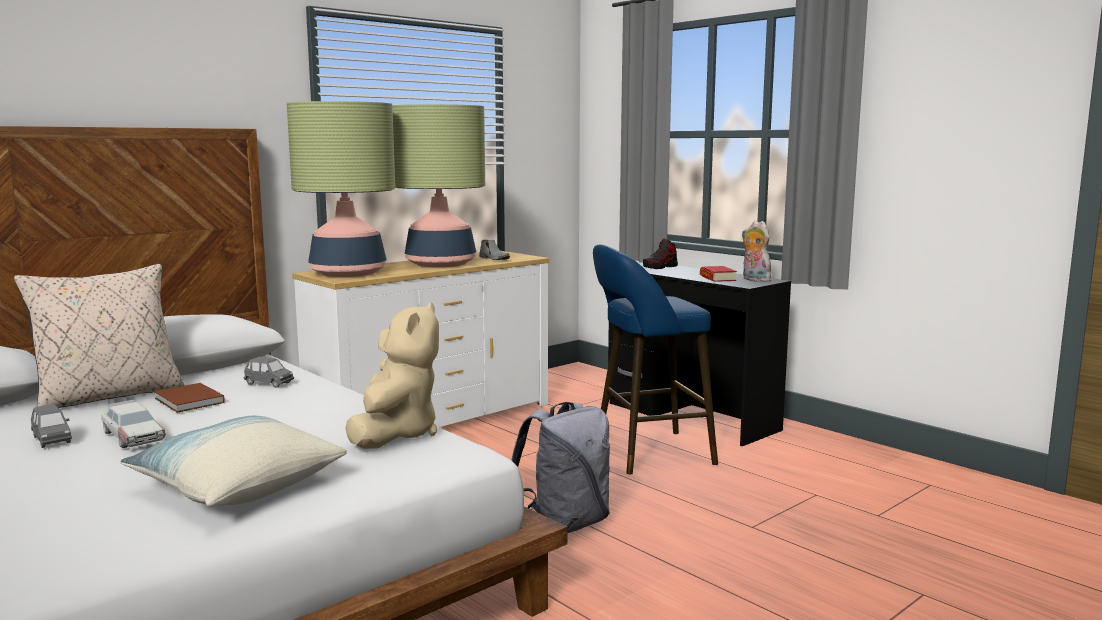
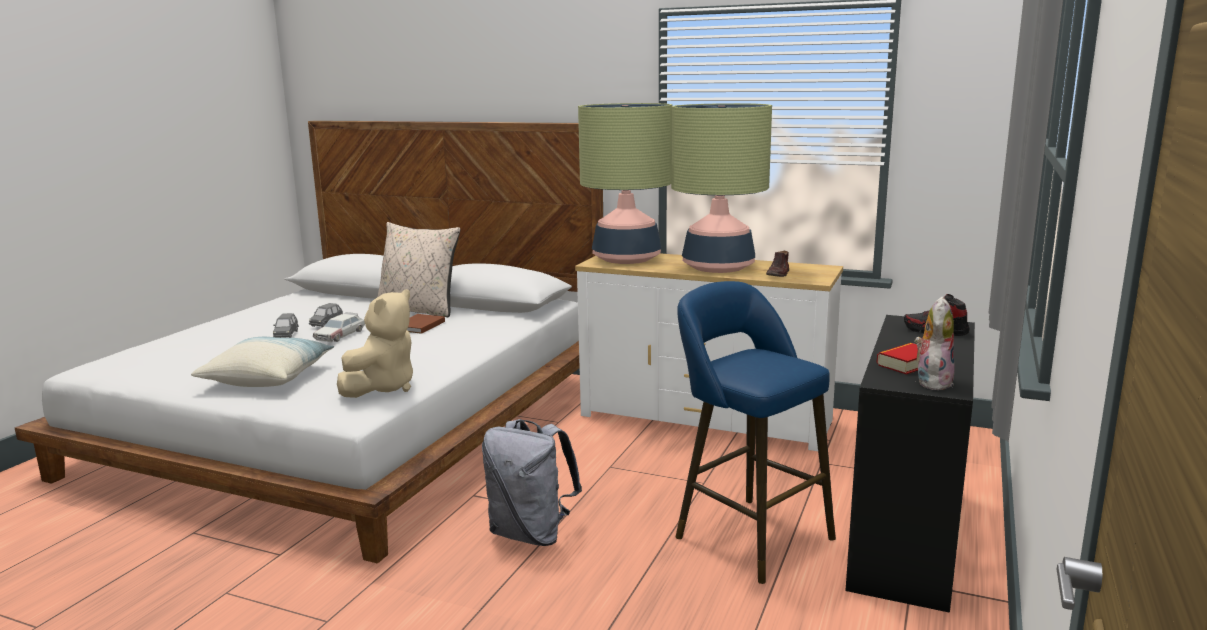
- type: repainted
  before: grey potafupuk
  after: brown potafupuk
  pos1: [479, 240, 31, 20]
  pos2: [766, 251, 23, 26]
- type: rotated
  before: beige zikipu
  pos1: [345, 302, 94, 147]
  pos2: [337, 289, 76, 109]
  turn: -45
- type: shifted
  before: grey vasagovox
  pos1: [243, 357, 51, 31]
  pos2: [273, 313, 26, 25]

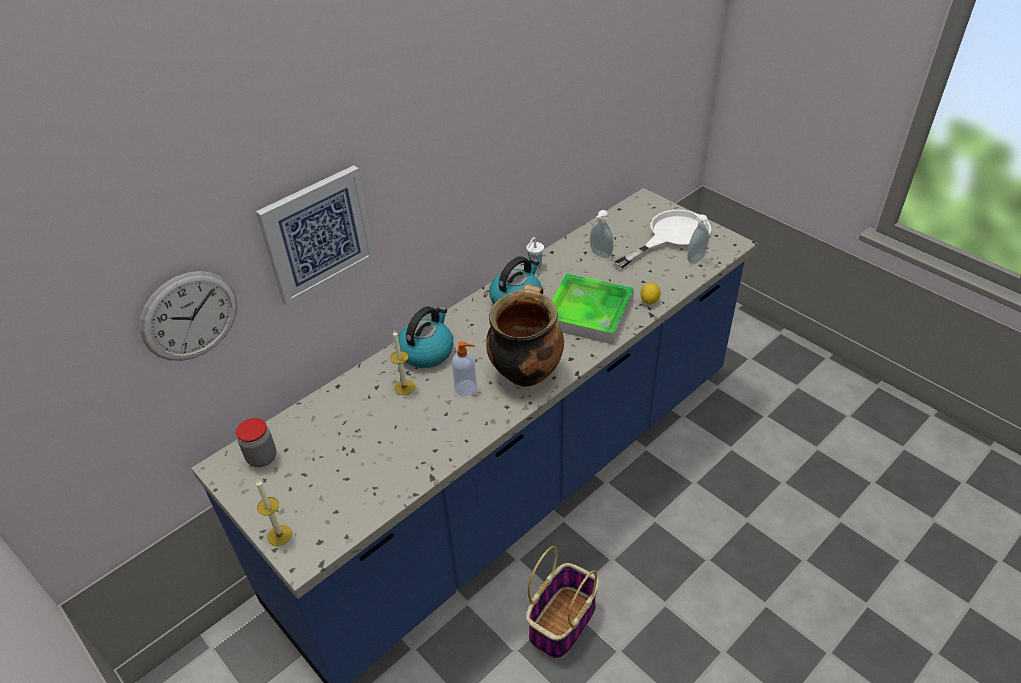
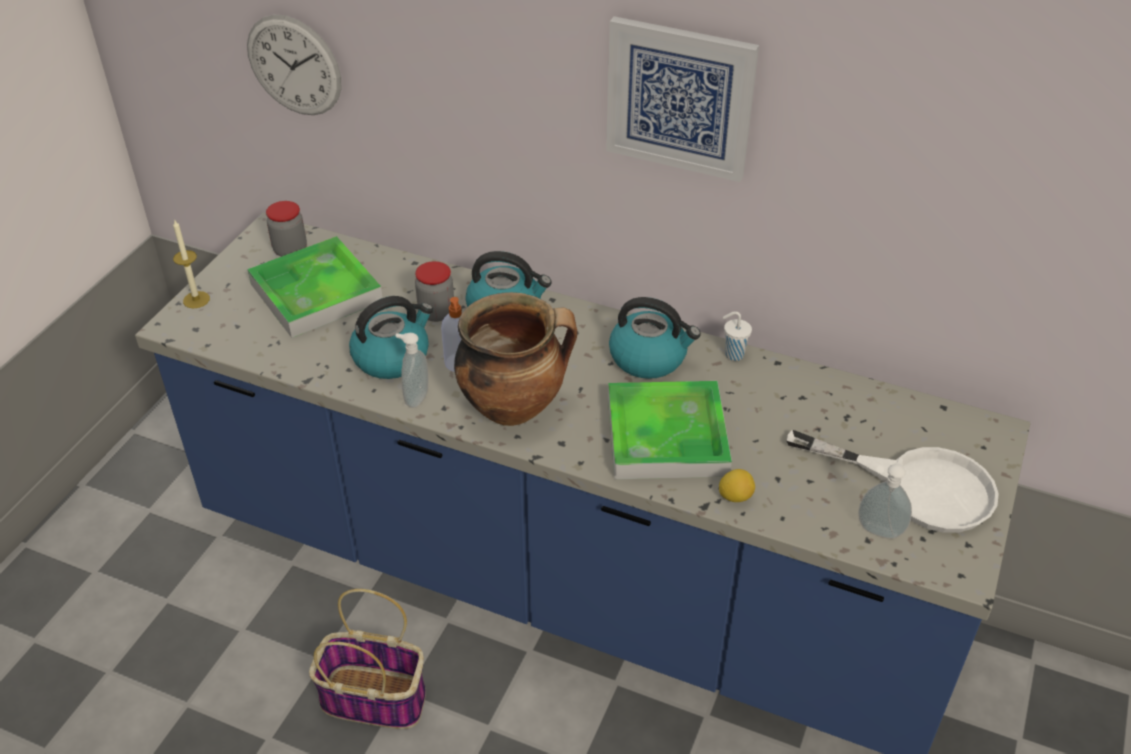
- type: shifted
  before: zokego
  pos1: [256, 165, 119, 141]
  pos2: [606, 16, 153, 166]
- type: shifted
  before: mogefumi
  pos1: [590, 210, 24, 48]
  pos2: [395, 333, 33, 75]
- type: swapped
  before: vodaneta
  after: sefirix
  pos1: [390, 330, 25, 65]
  pos2: [415, 261, 39, 61]
- type: new
  after: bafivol
  pos2: [248, 236, 134, 102]
- type: new
  after: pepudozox
  pos2: [349, 296, 84, 83]

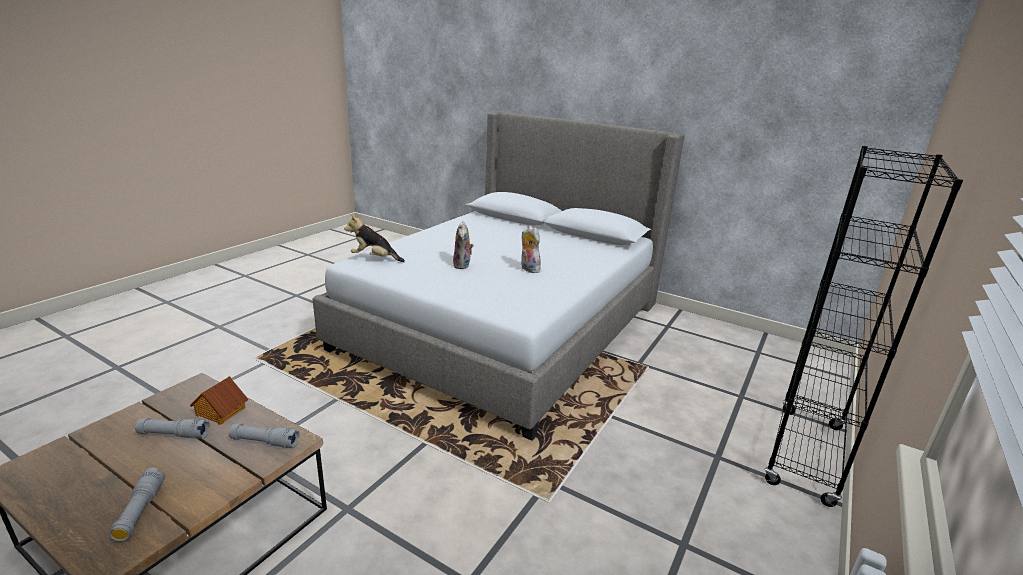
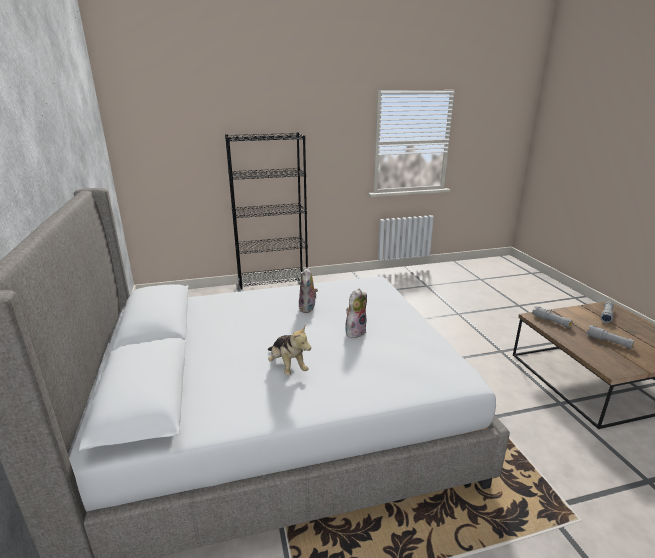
- type: shifted
  before: zikipu
  pos1: [344, 214, 61, 48]
  pos2: [268, 326, 43, 50]
- type: gone
  before: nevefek
  pos1: [190, 376, 59, 49]

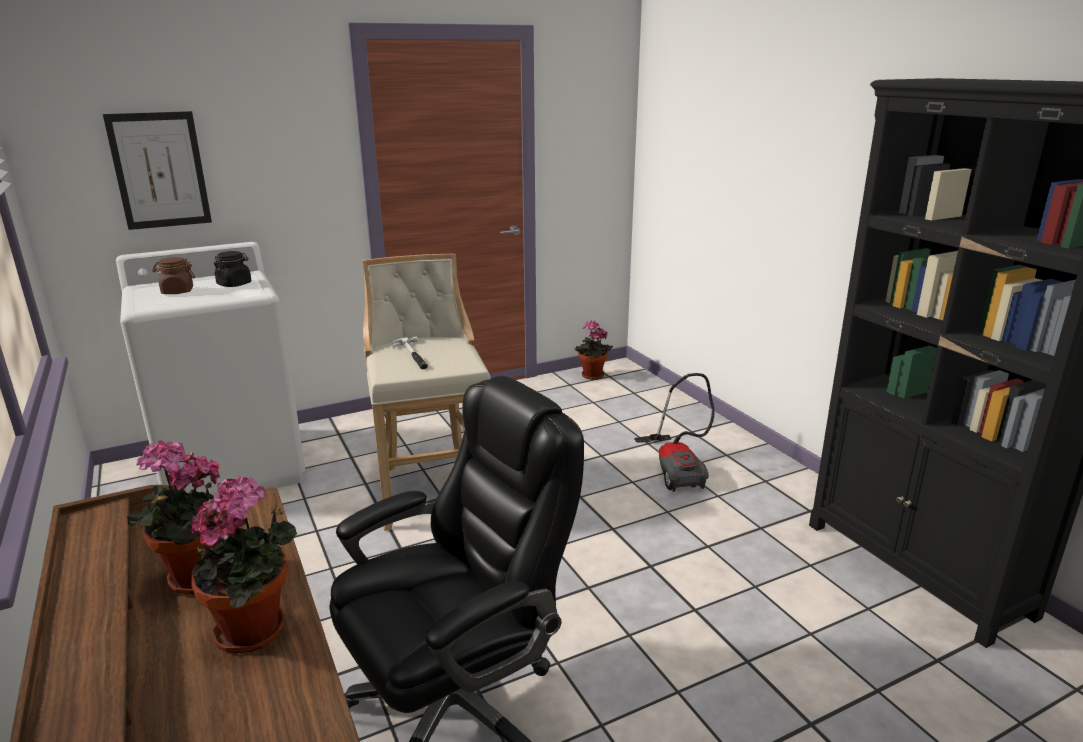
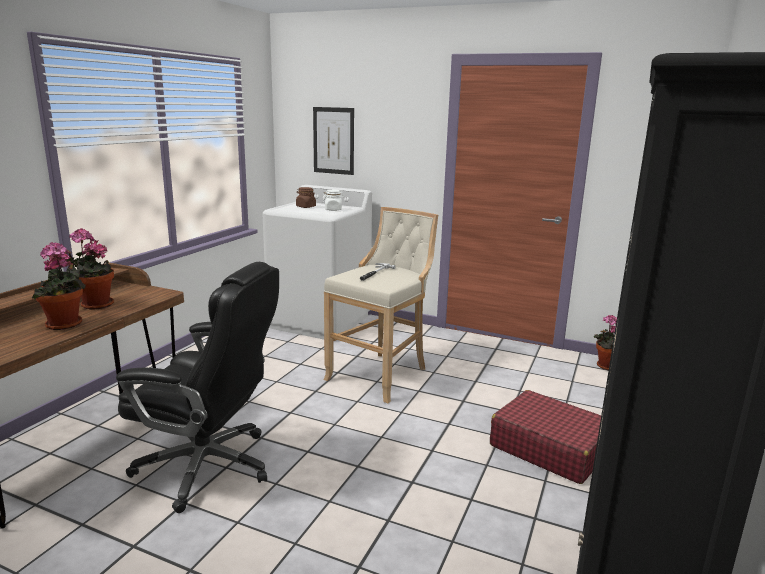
- type: repainted
  before: black sefirix
  after: white sefirix
  pos1: [214, 251, 38, 36]
  pos2: [323, 190, 21, 21]
- type: swapped
  before: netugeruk
  after: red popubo
  pos1: [634, 373, 81, 119]
  pos2: [490, 390, 111, 94]

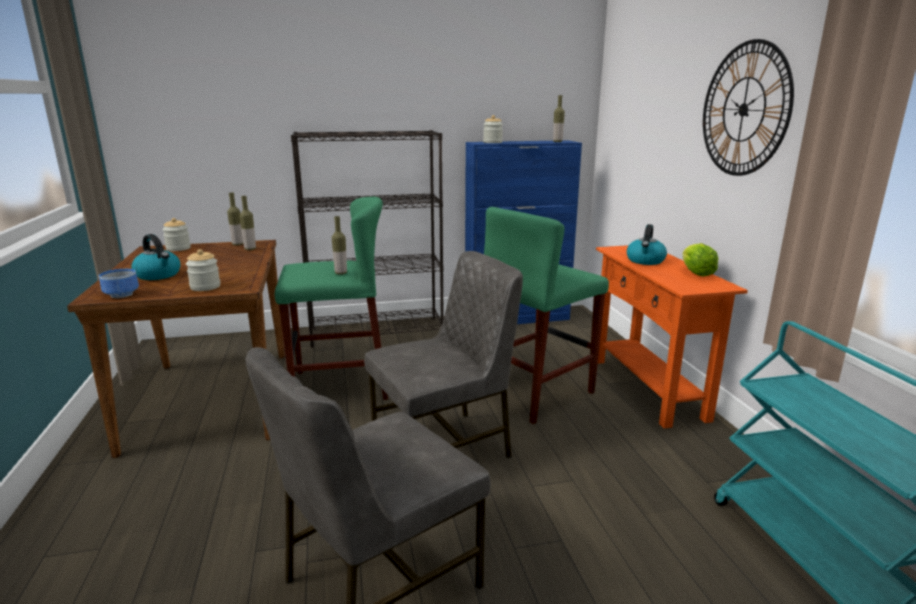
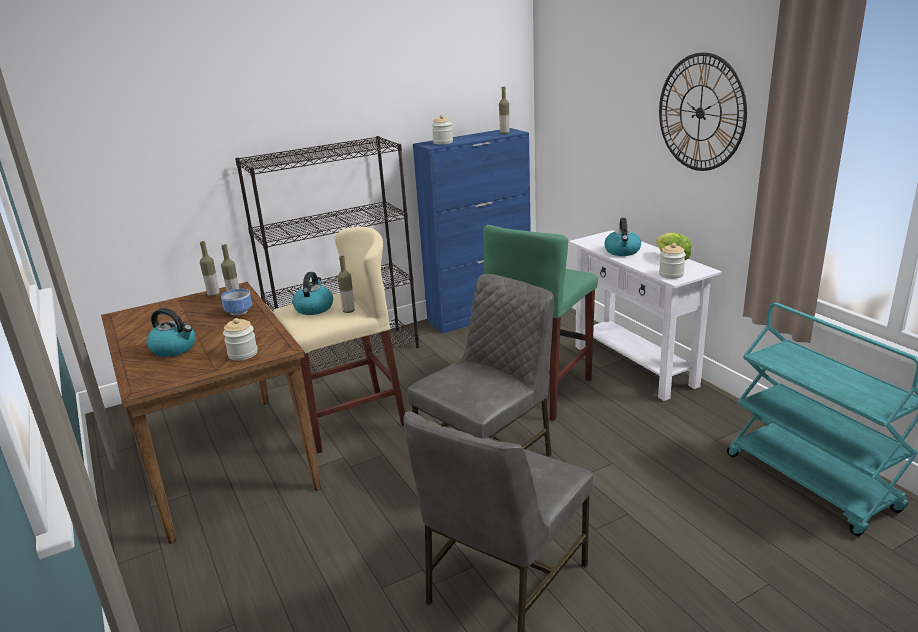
- type: repainted
  before: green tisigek
  after: beige tisigek
  pos1: [275, 197, 113, 203]
  pos2: [273, 227, 132, 226]
- type: shifted
  before: sefirix
  pos1: [162, 218, 29, 33]
  pos2: [659, 243, 27, 36]
- type: repainted
  before: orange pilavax
  after: white pilavax
  pos1: [596, 245, 152, 184]
  pos2: [569, 230, 153, 171]
- type: shifted
  before: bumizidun
  pos1: [99, 269, 40, 29]
  pos2: [221, 289, 31, 27]
- type: new
  after: pepudozox
  pos2: [292, 272, 41, 43]

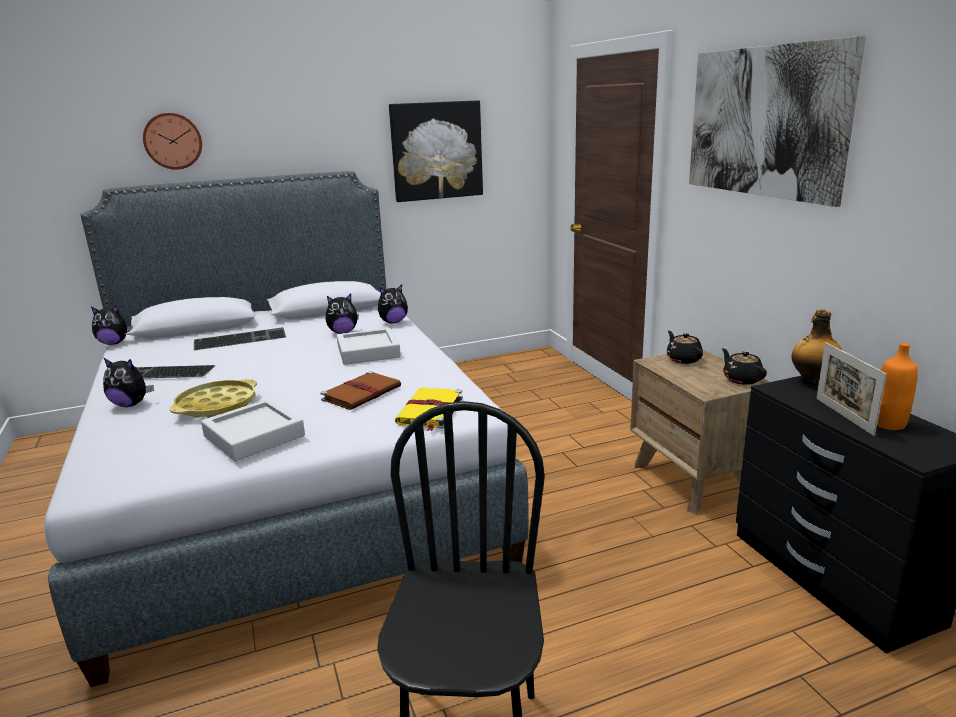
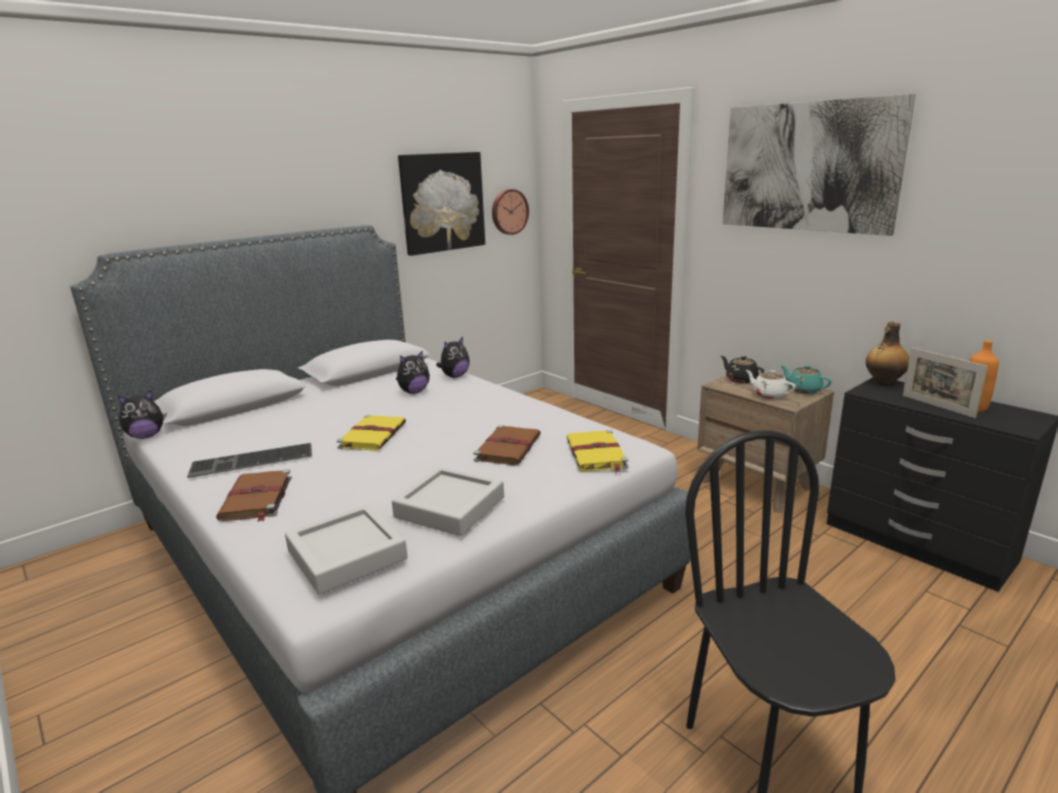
- type: shifted
  before: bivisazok
  pos1: [143, 113, 59, 57]
  pos2: [492, 189, 37, 46]
- type: gone
  before: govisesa
  pos1: [194, 327, 92, 23]
- type: shifted
  before: grey bafivol
  pos1: [337, 328, 64, 37]
  pos2: [285, 504, 123, 90]
- type: repainted
  before: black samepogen
  after: turquoise samepogen
  pos1: [722, 348, 45, 37]
  pos2: [780, 365, 52, 29]
- type: swapped
  before: zikipu
  after: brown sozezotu
  pos1: [103, 358, 51, 49]
  pos2: [216, 469, 76, 53]
- type: gone
  before: yellow bafivol
  pos1: [170, 379, 87, 39]
- type: new
  after: white samepogen
  pos2: [746, 370, 50, 29]
- type: new
  after: yellow sozezotu
  pos2: [337, 415, 69, 36]

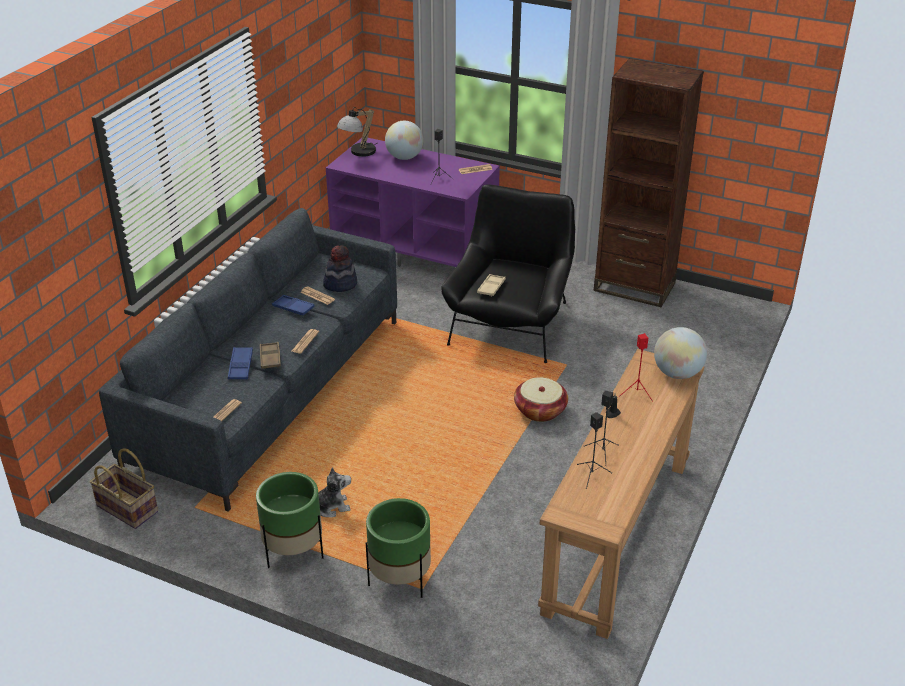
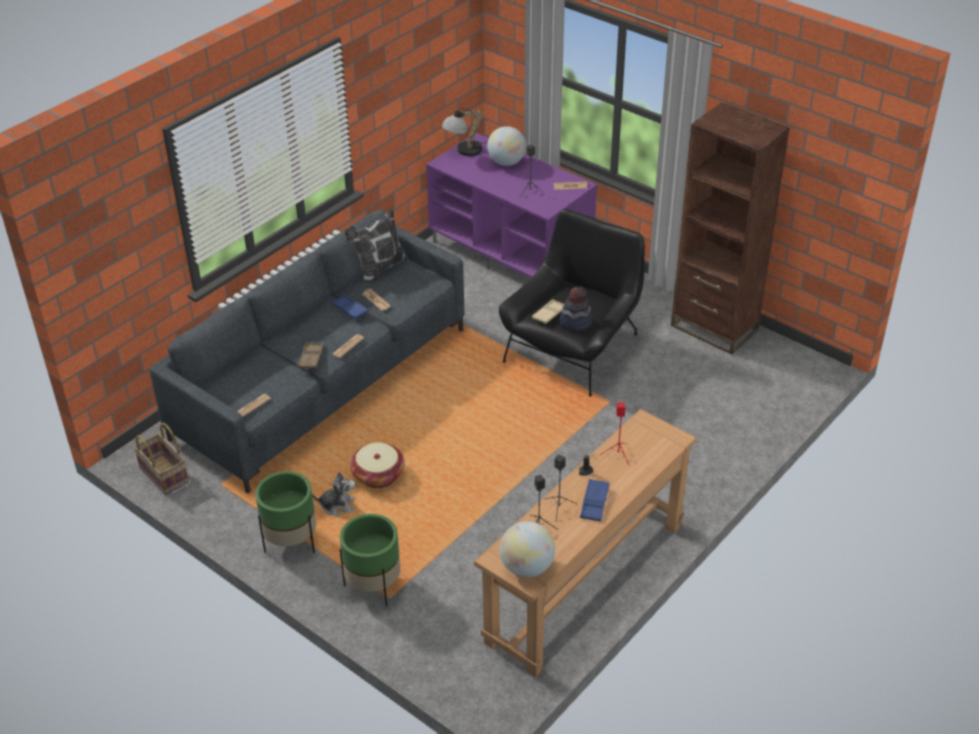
- type: shifted
  before: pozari
  pos1: [323, 245, 34, 47]
  pos2: [559, 287, 33, 44]
- type: shifted
  before: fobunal
  pos1: [654, 327, 53, 52]
  pos2: [500, 521, 55, 56]
- type: shifted
  before: blue bafivol
  pos1: [228, 347, 25, 32]
  pos2: [580, 479, 30, 43]
- type: shifted
  before: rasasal
  pos1: [514, 377, 54, 45]
  pos2: [350, 443, 55, 45]
- type: new
  after: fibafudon
  pos2: [345, 208, 63, 78]

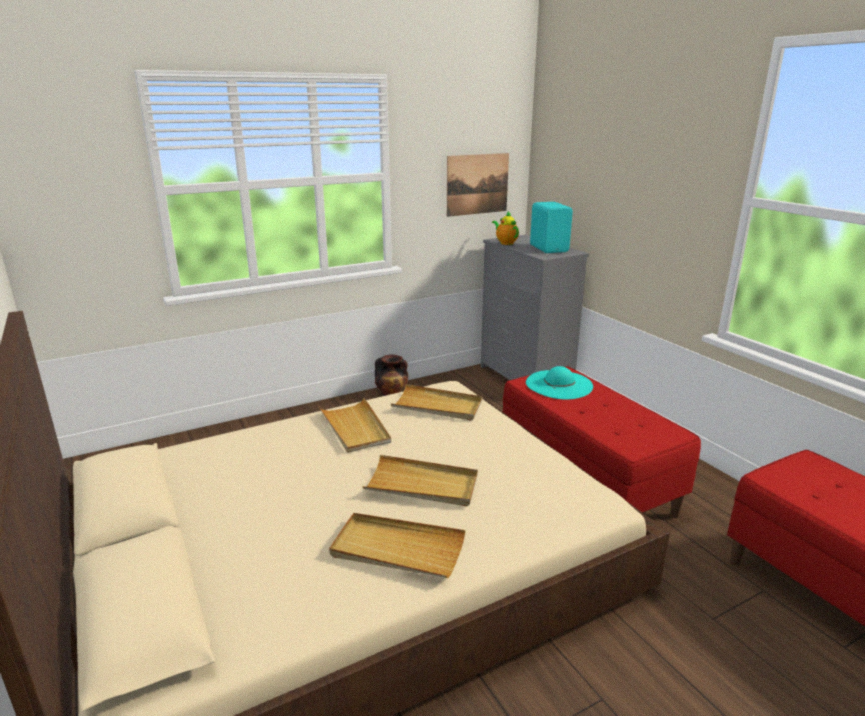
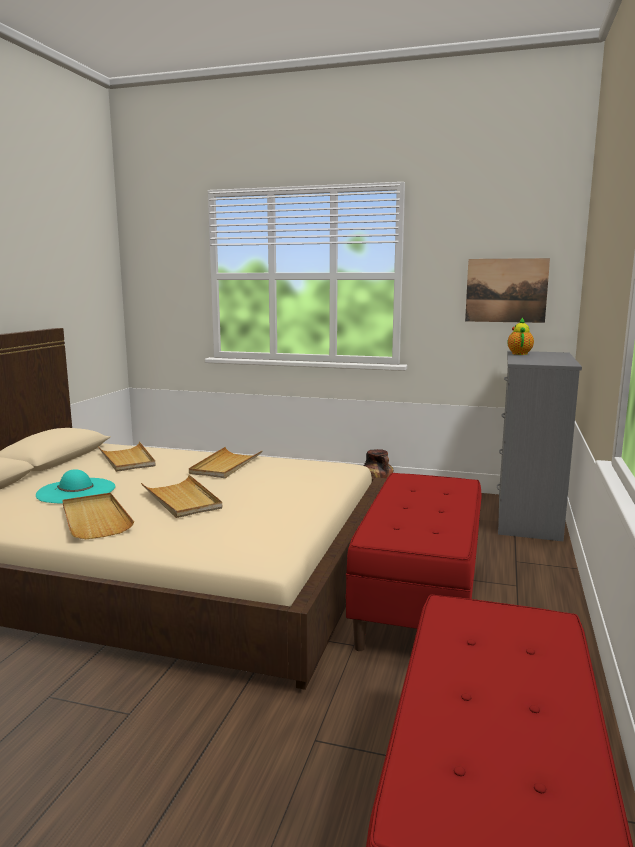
- type: gone
  before: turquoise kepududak
  pos1: [530, 202, 43, 51]
- type: shifted
  before: turquoise pozari
  pos1: [526, 366, 67, 34]
  pos2: [36, 469, 80, 35]
- type: shifted
  before: beige bafivol
  pos1: [391, 384, 92, 37]
  pos2: [98, 442, 57, 30]

